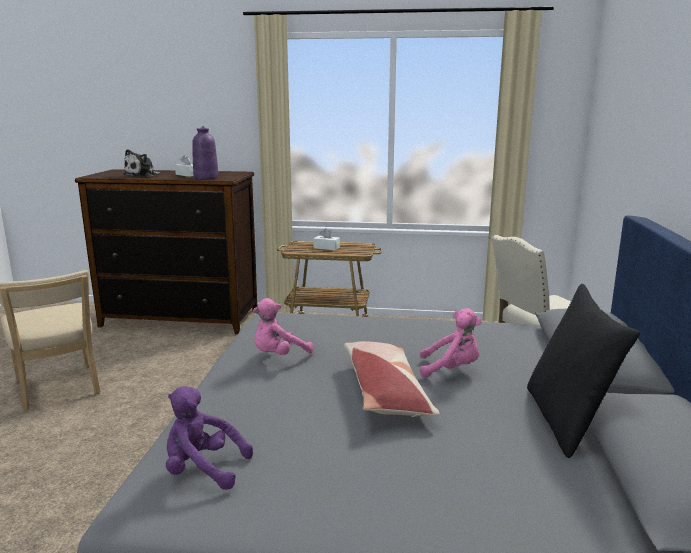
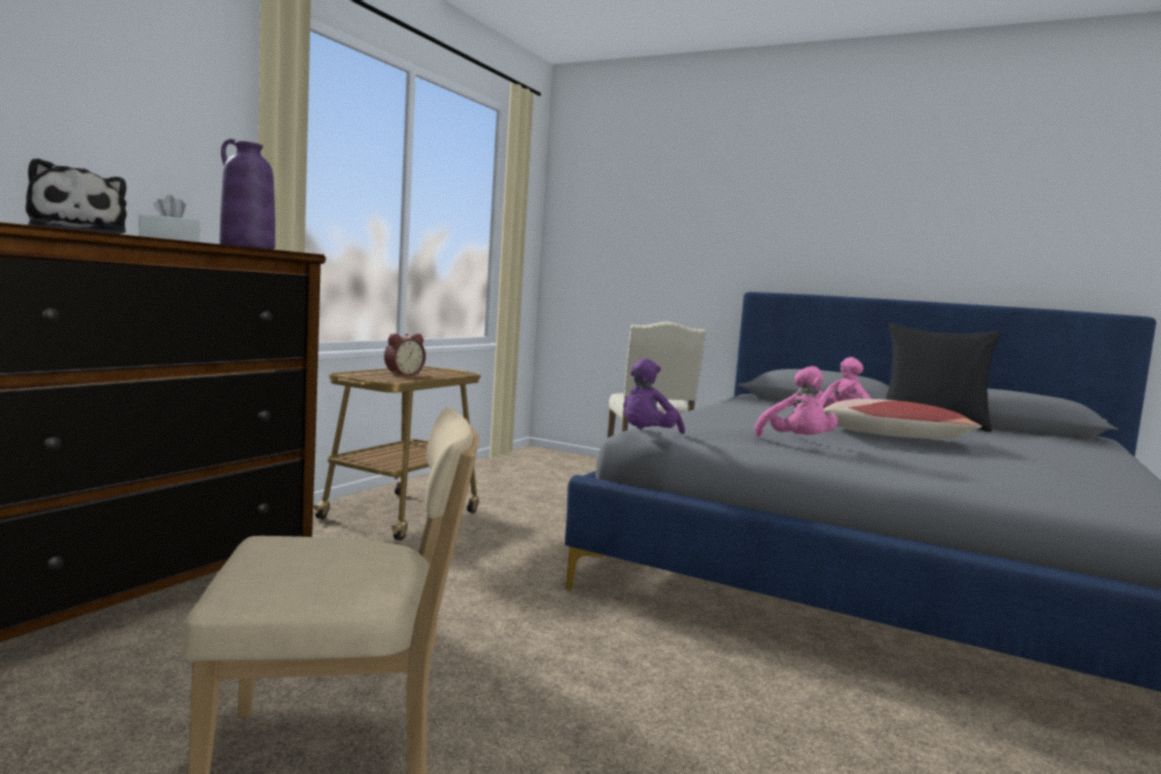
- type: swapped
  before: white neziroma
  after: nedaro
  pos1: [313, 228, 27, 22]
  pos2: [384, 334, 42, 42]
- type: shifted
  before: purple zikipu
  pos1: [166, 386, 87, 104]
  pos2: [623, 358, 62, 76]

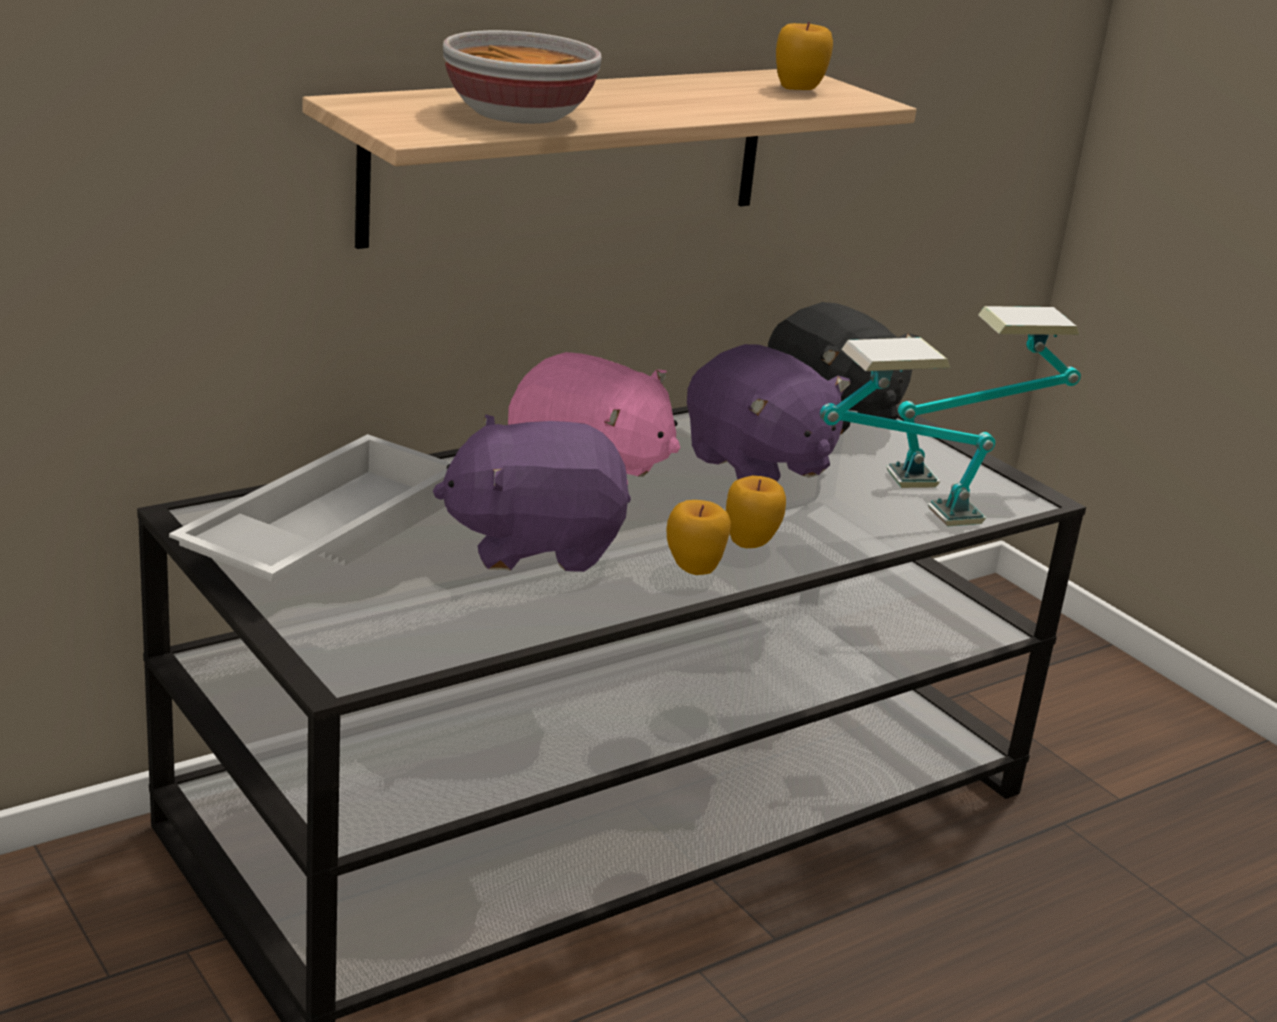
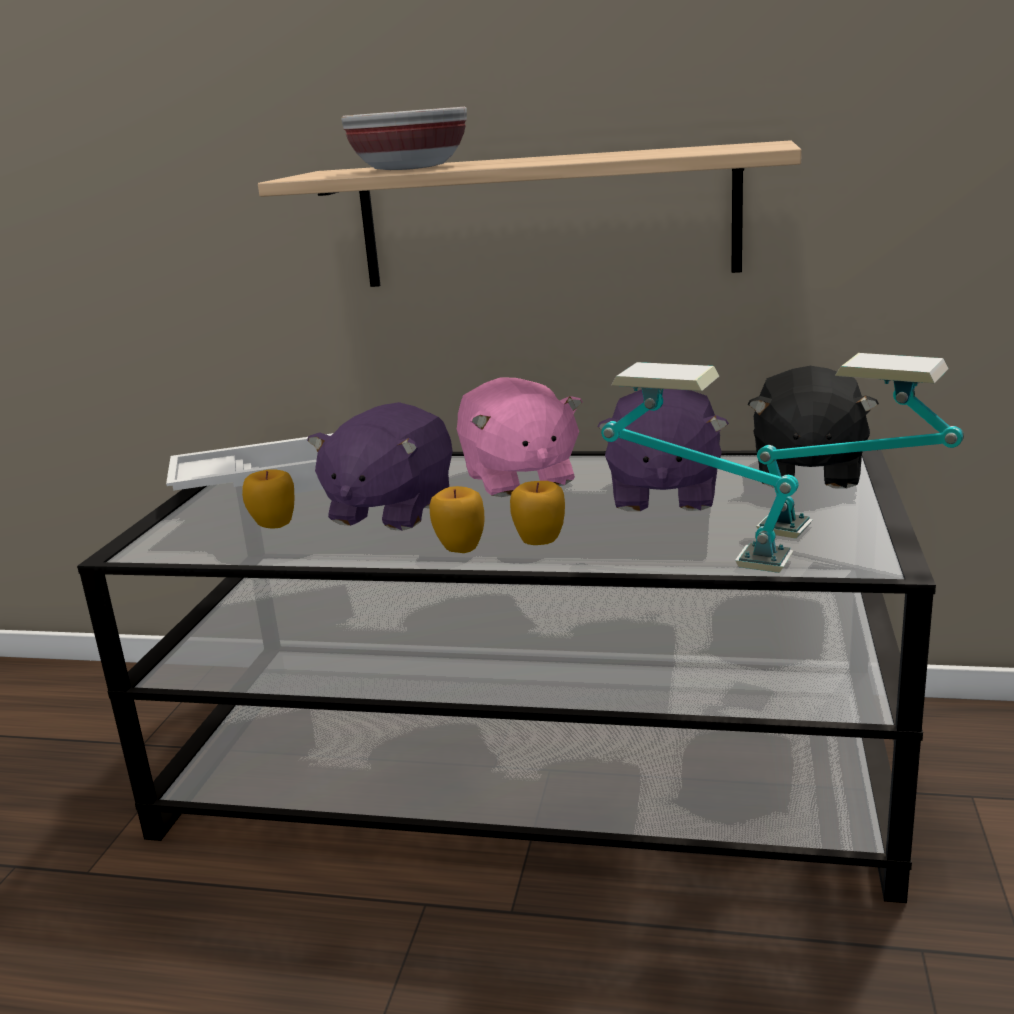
- type: shifted
  before: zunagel
  pos1: [776, 22, 57, 68]
  pos2: [242, 469, 53, 60]
- type: rotated
  before: purple zikipu
  pos1: [433, 415, 198, 157]
  pos2: [307, 402, 146, 129]
  turn: -105

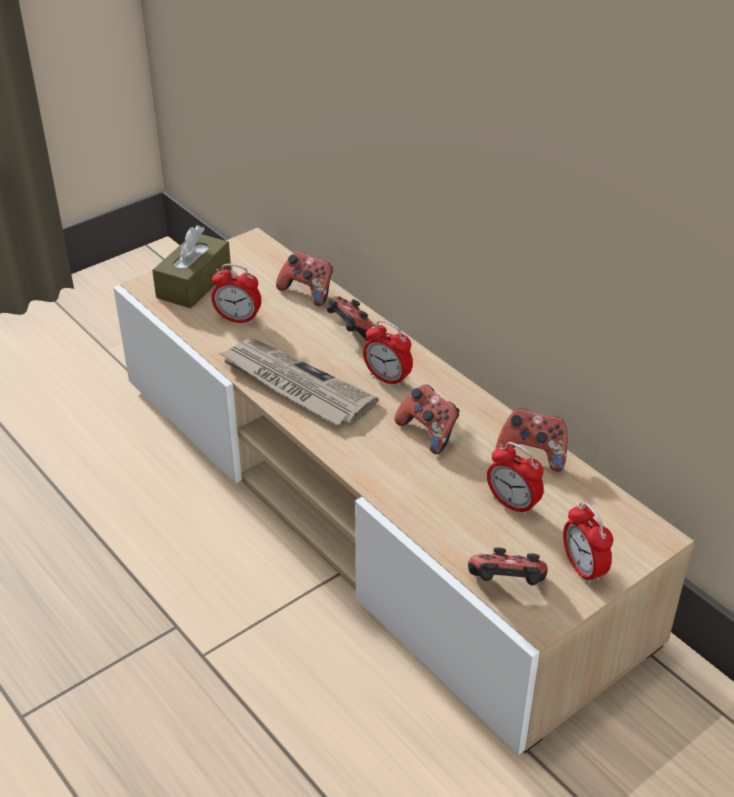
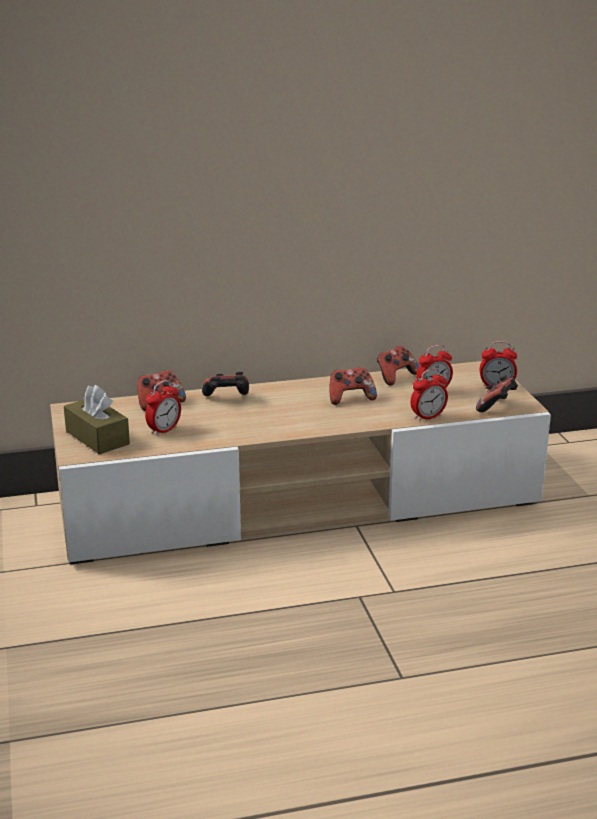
- type: shifted
  before: nedaro
  pos1: [363, 320, 50, 68]
  pos2: [411, 368, 37, 54]
- type: gone
  before: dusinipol
  pos1: [218, 338, 161, 88]

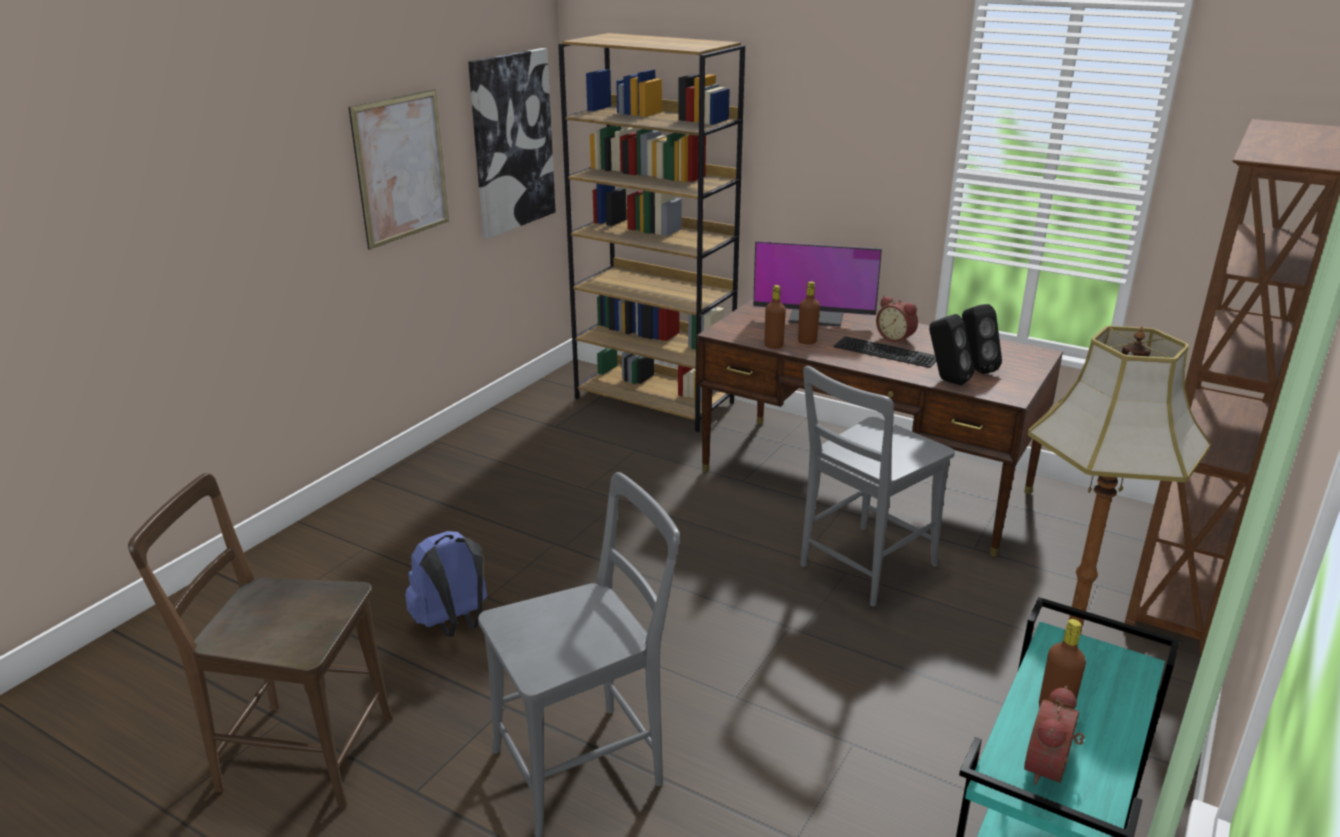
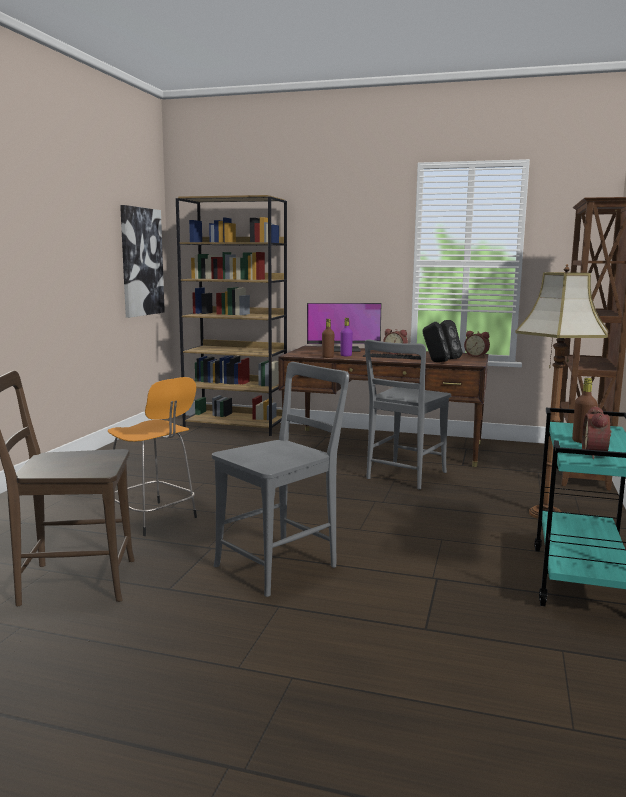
- type: gone
  before: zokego
  pos1: [348, 89, 101, 161]
- type: repainted
  before: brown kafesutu
  after: purple kafesutu
  pos1: [798, 281, 22, 63]
  pos2: [341, 318, 12, 38]
- type: swapped
  before: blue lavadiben
  after: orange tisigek
  pos1: [405, 531, 82, 106]
  pos2: [108, 377, 89, 159]
- type: new
  after: nedaro
  pos2: [464, 331, 26, 26]

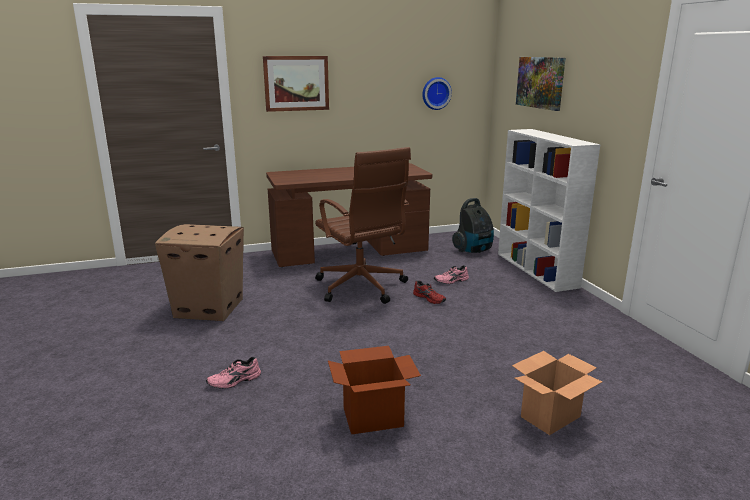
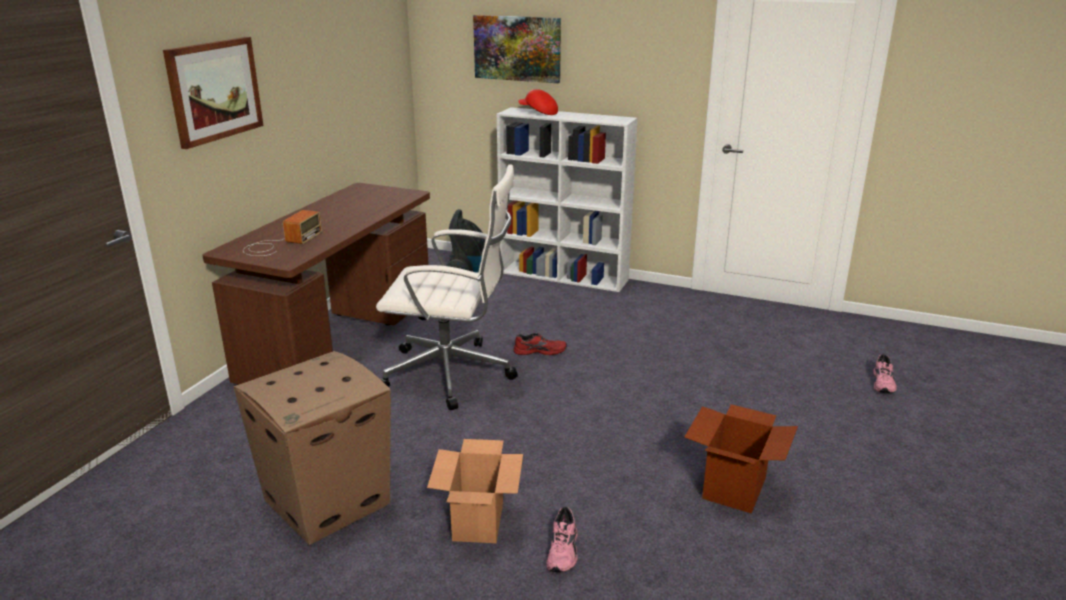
- type: gone
  before: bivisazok
  pos1: [422, 77, 30, 33]
- type: repainted
  before: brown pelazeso
  after: white pelazeso
  pos1: [315, 147, 96, 157]
  pos2: [376, 164, 142, 246]
- type: shifted
  before: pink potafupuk
  pos1: [434, 265, 35, 19]
  pos2: [873, 354, 24, 39]
- type: shifted
  before: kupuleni
  pos1: [512, 351, 90, 84]
  pos2: [427, 439, 96, 104]
- type: new
  after: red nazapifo
  pos2: [518, 89, 40, 26]
- type: new
  after: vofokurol
  pos2: [243, 210, 79, 46]

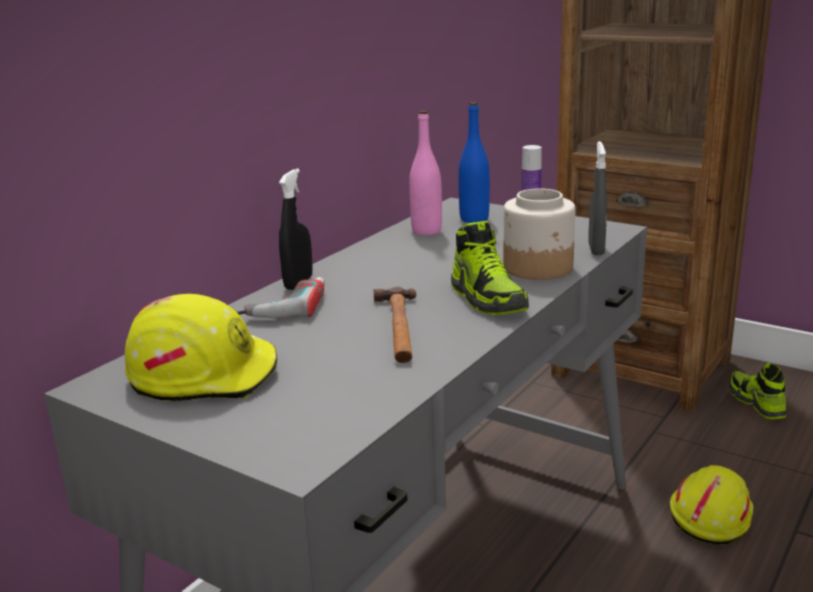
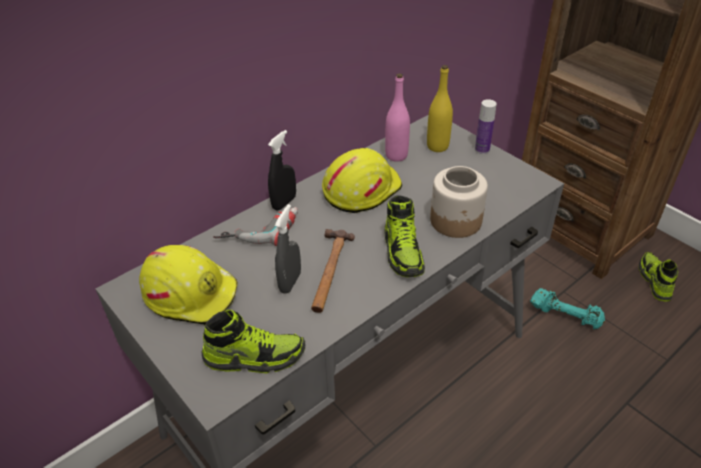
- type: repainted
  before: blue kafesutu
  after: yellow kafesutu
  pos1: [458, 102, 32, 121]
  pos2: [427, 65, 26, 87]
- type: shifted
  before: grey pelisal
  pos1: [588, 141, 19, 114]
  pos2: [275, 204, 26, 90]
- type: shifted
  before: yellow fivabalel
  pos1: [670, 465, 84, 79]
  pos2: [322, 148, 80, 65]
- type: new
  after: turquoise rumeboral
  pos2: [530, 288, 75, 41]
- type: new
  after: potafupuk
  pos2: [202, 310, 103, 63]

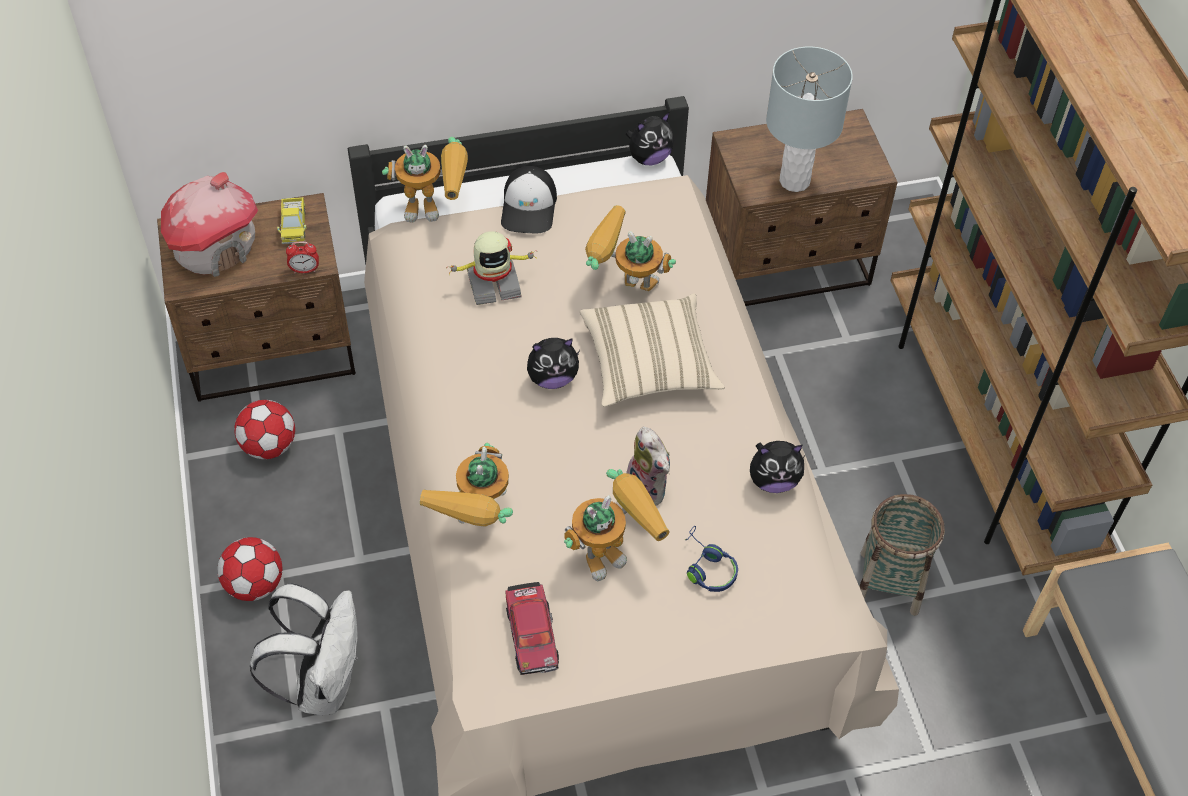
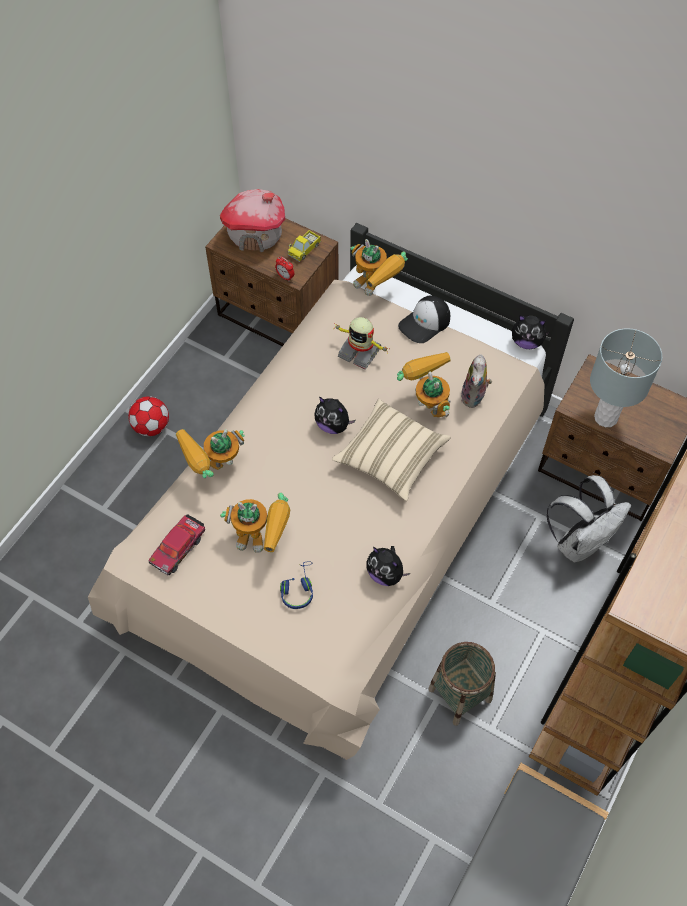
- type: gone
  before: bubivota
  pos1: [234, 400, 61, 59]
- type: shifted
  before: zikipu
  pos1: [626, 427, 44, 79]
  pos2: [461, 354, 31, 54]
- type: shifted
  before: white lavadiben
  pos1: [250, 583, 108, 132]
  pos2: [547, 475, 84, 87]

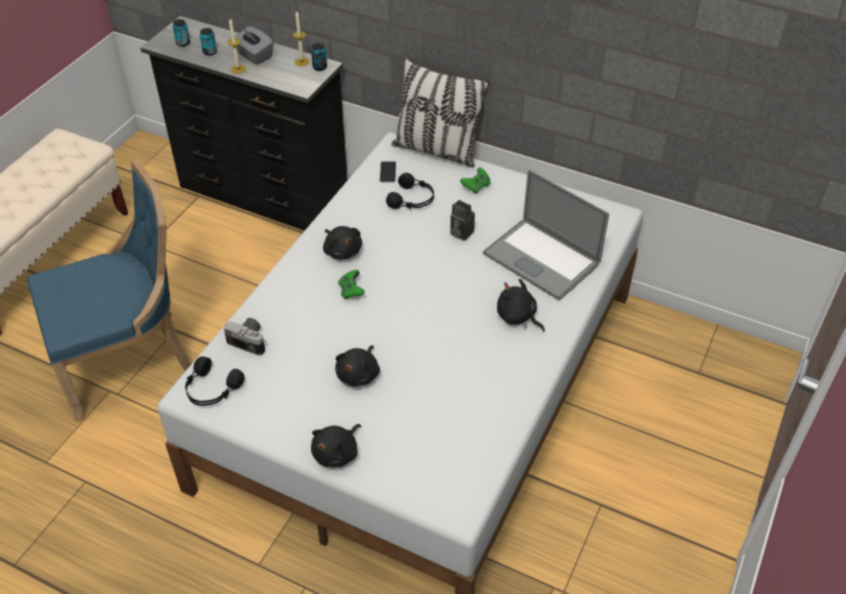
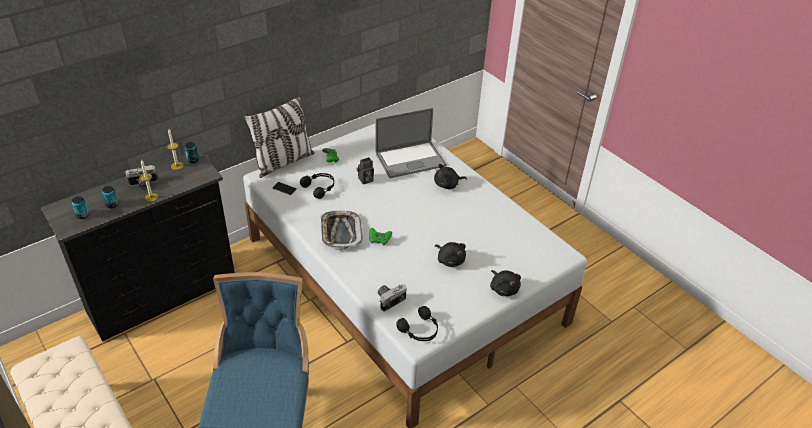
- type: swapped
  before: grey neziroma
  after: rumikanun
  pos1: [235, 26, 39, 39]
  pos2: [125, 165, 33, 25]
- type: swapped
  before: black zikipu
  after: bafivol
  pos1: [323, 226, 39, 34]
  pos2: [321, 211, 42, 39]

